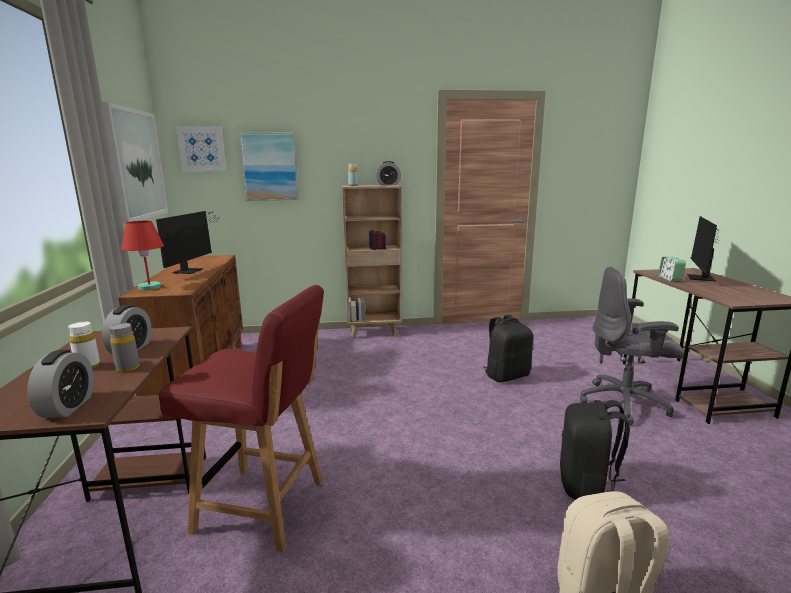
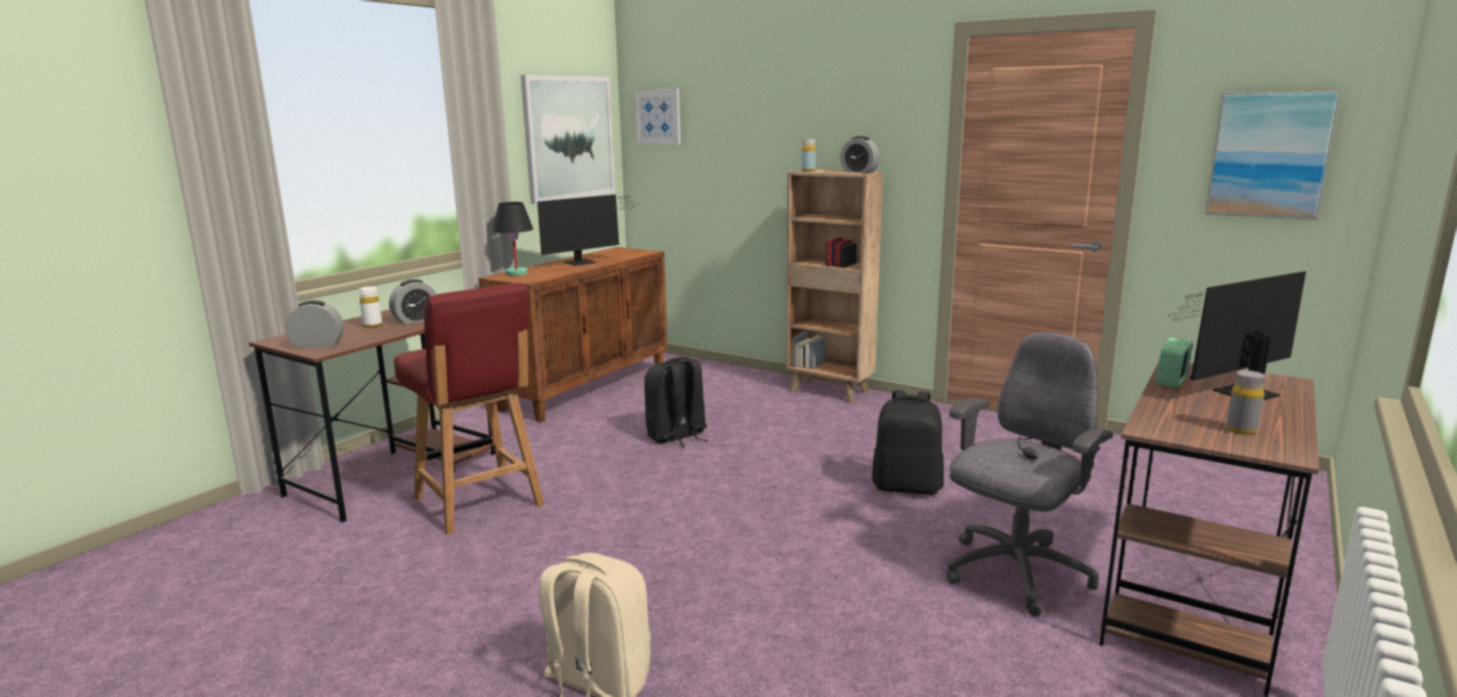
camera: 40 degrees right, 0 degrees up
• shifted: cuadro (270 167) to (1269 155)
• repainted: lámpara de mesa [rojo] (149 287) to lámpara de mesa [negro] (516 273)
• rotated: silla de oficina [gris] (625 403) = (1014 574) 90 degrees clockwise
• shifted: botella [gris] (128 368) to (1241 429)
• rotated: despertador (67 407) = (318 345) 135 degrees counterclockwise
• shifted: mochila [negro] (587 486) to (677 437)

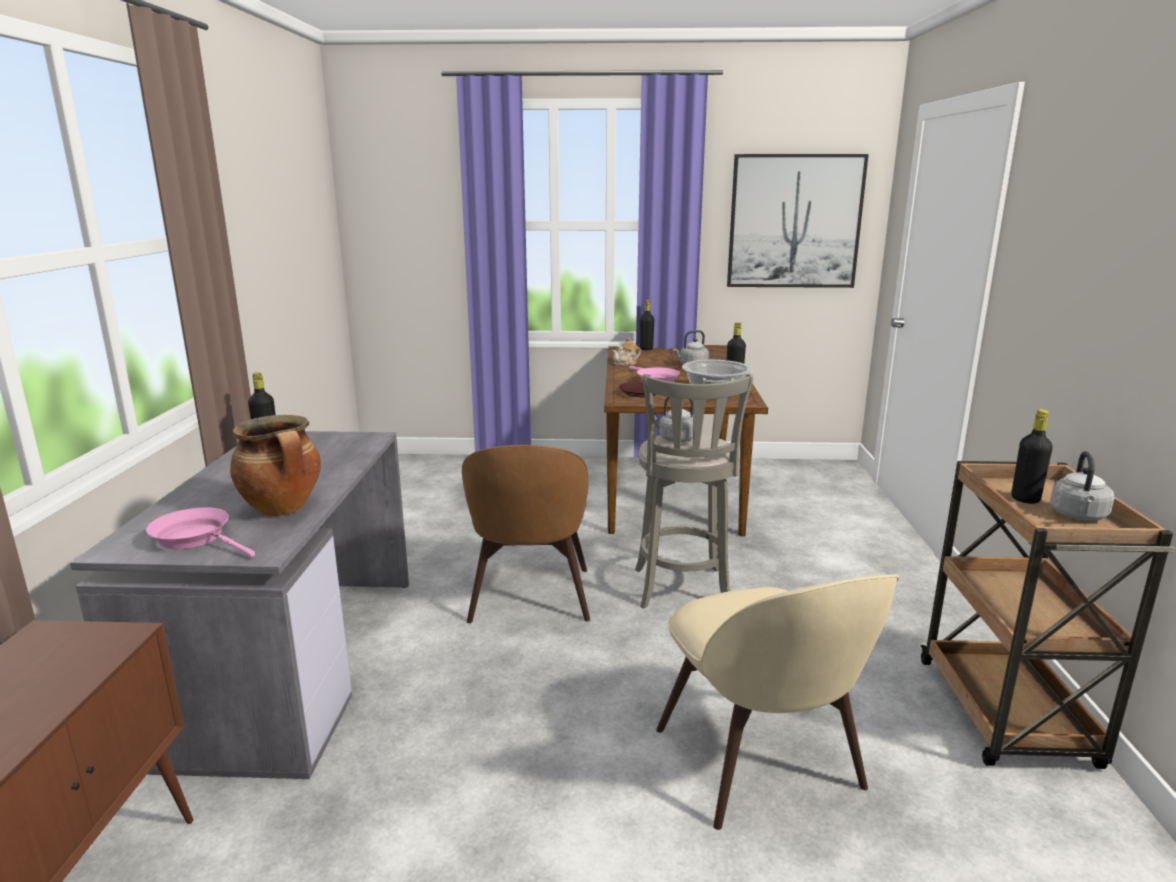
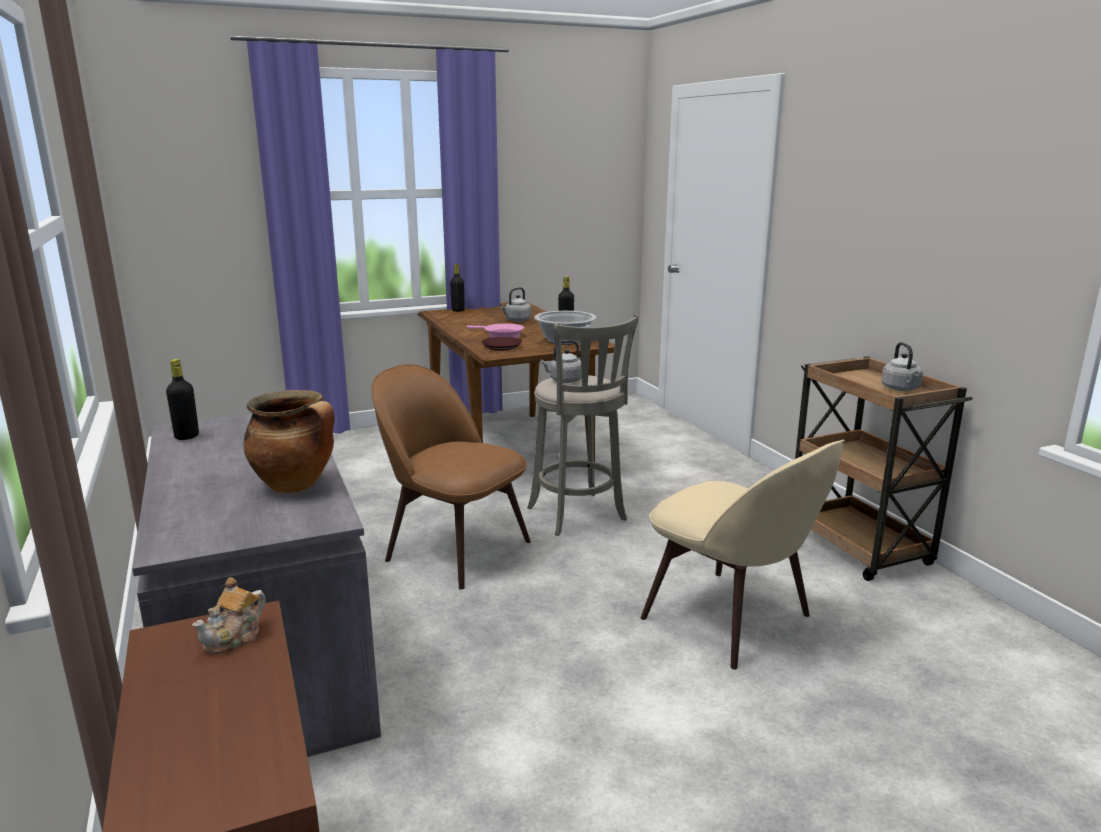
camera: 25 degrees left, 0 degrees up
• gone: cuadro (794 222)
• shifted: tetera (626 363) to (234 638)
• gone: botella [negro] (1025 499)
• rotated: silla [marrón] (530 598) = (454 549) 150 degrees clockwise
• gone: sartén [rosa] (196 538)

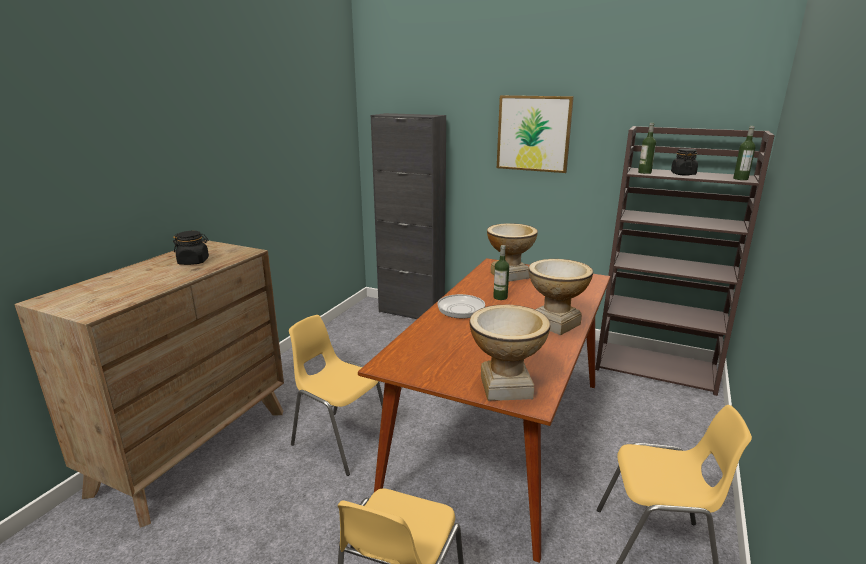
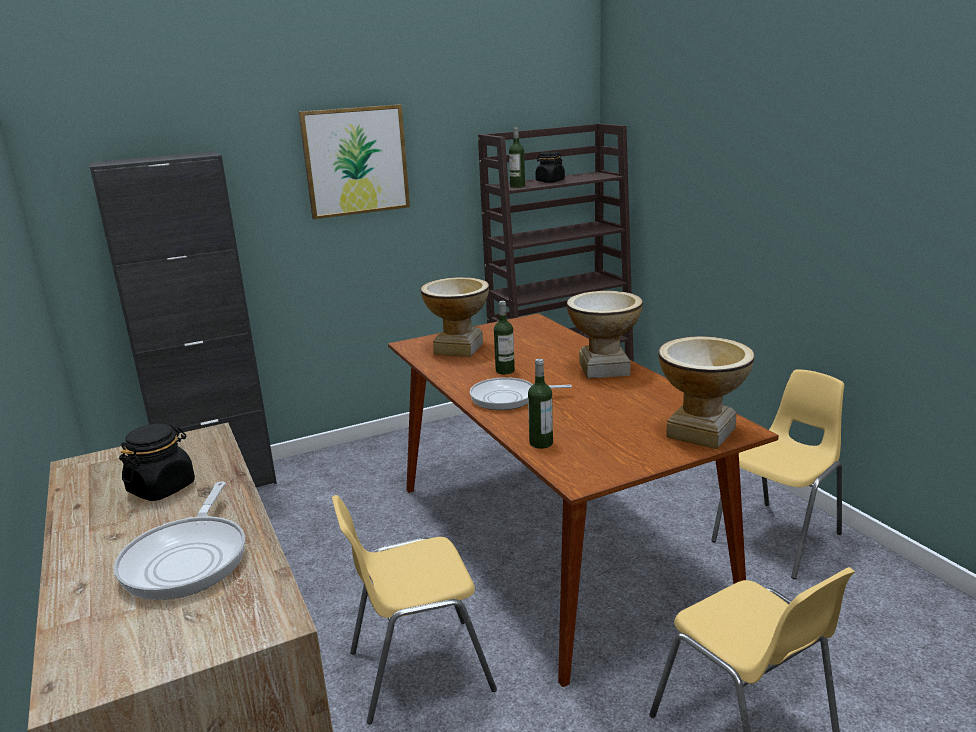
camera: 50 degrees left, 0 degrees up
• shifted: botella (740 179) to (541 443)
• new: sartén (188 559)

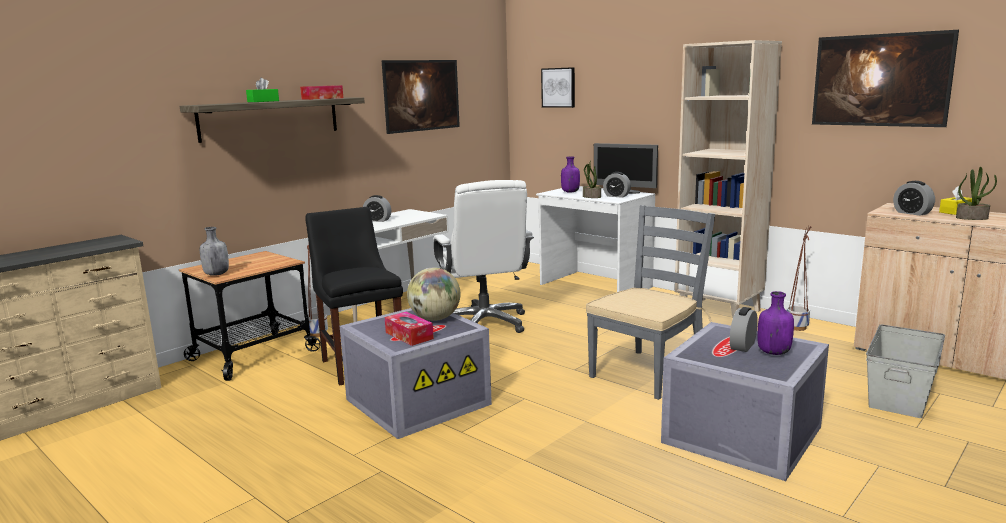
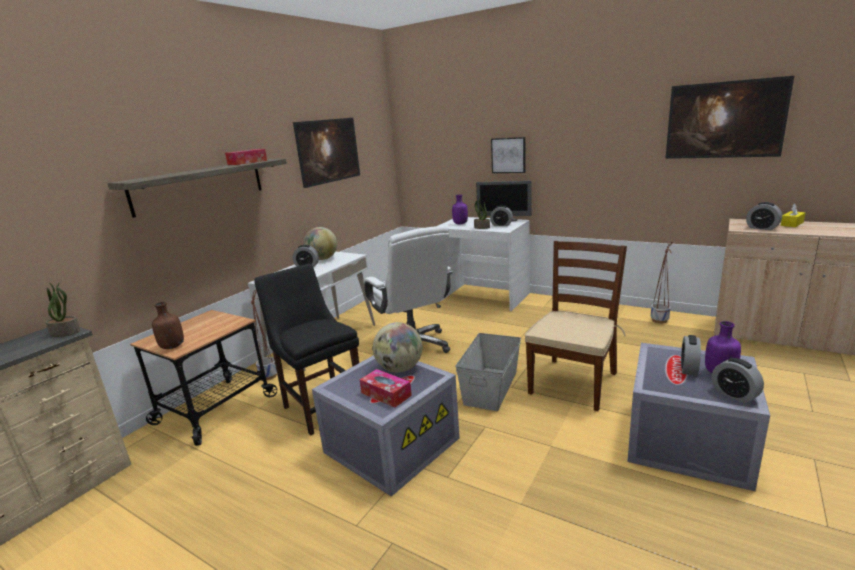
camera: 10 degrees left, 5 degrees up
• gone: estantería [beis] (719 311)
• shifted: cuadro (558 87) to (508 155)
• gone: caja de pañuelos [verde] (263 101)
• shifted: planta en maceta (972 218) to (66 332)
• repainted: silla [gris] (647 373) to silla [marrón] (573 382)
• repainted: botella [gris] (216 274) to botella [marrón] (172 346)
• shifted: caja de almacenaje [gris] (901 393) to (491 387)
• new: globo terráqueo (322 259)
• new: despertador (734 394)

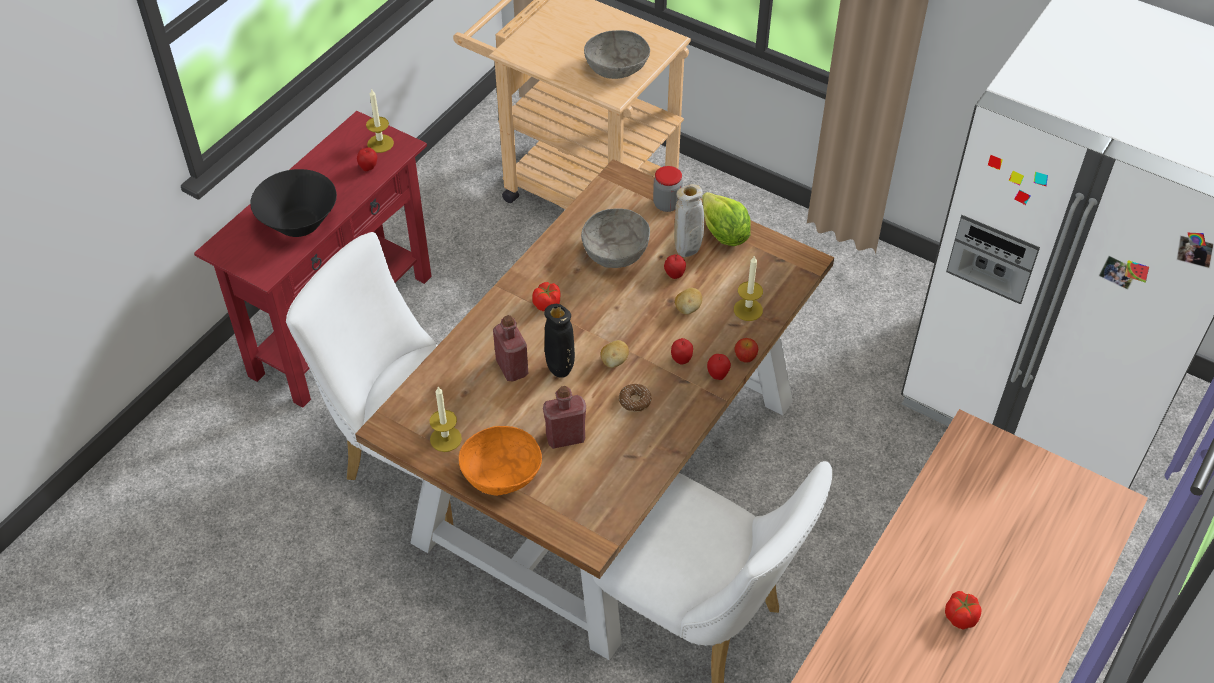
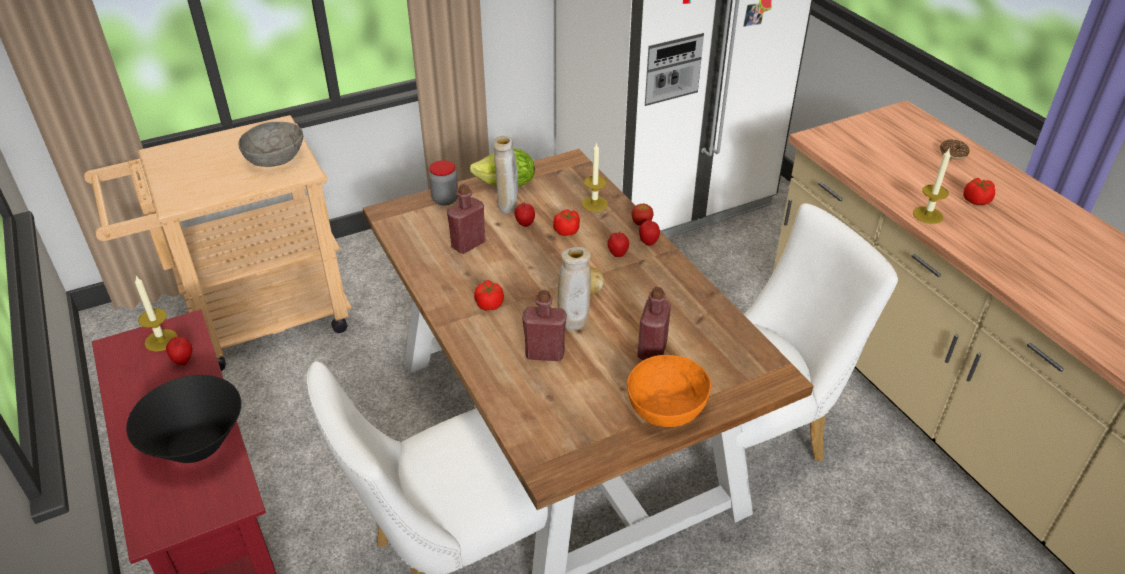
camera: 60 degrees left, 10 degrees down
• swapped: cuenco [gris] (615 252) to botella [rojo] (468 244)
• swapped: patata (688 309) to tomate (567 231)
• repainted: florero [negro] (560 370) to florero [beis] (573 325)
• shifted: rosquilla (635 401) to (953 153)
• shifted: vela (445 439) to (928 215)

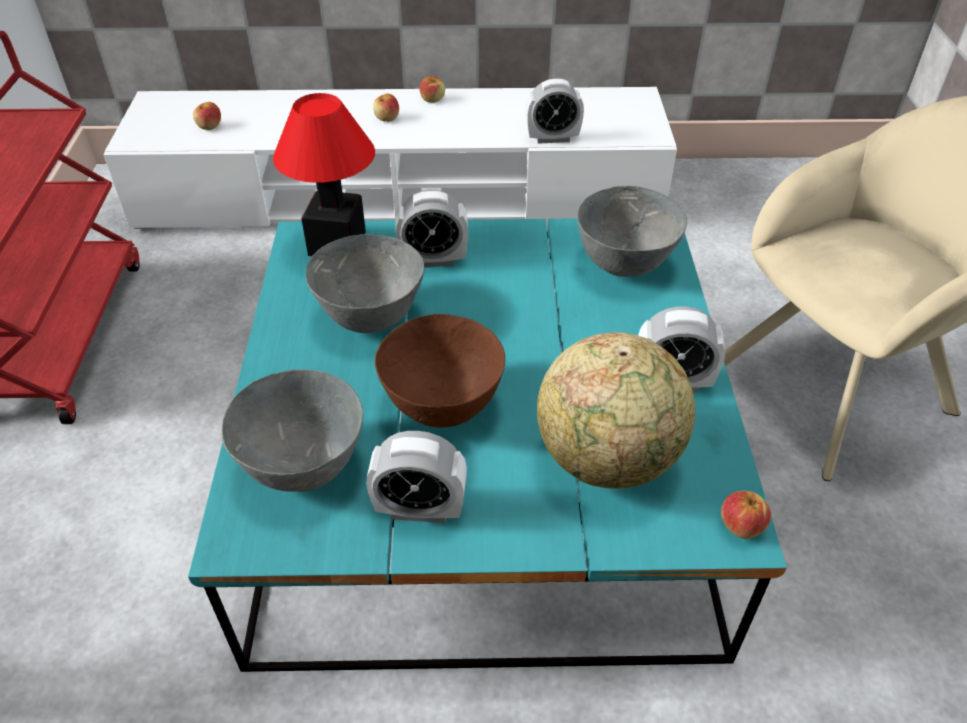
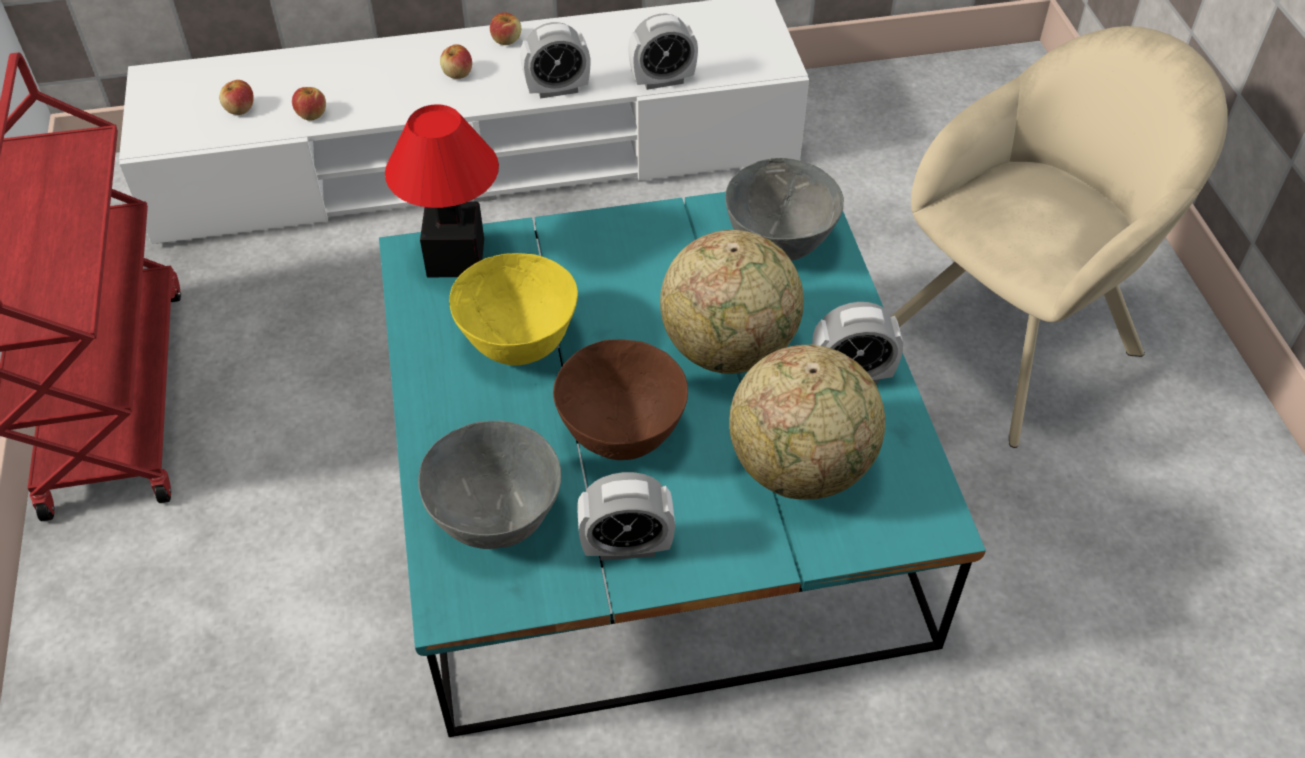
camera: 10 degrees left, 5 degrees up
• shifted: despertador (433 260) to (557 89)
• repainted: cuenco [gris] (370 318) to cuenco [amarillo] (518 344)
• shifted: manzana (741 525) to (311 114)
• new: globo terráqueo (729 349)

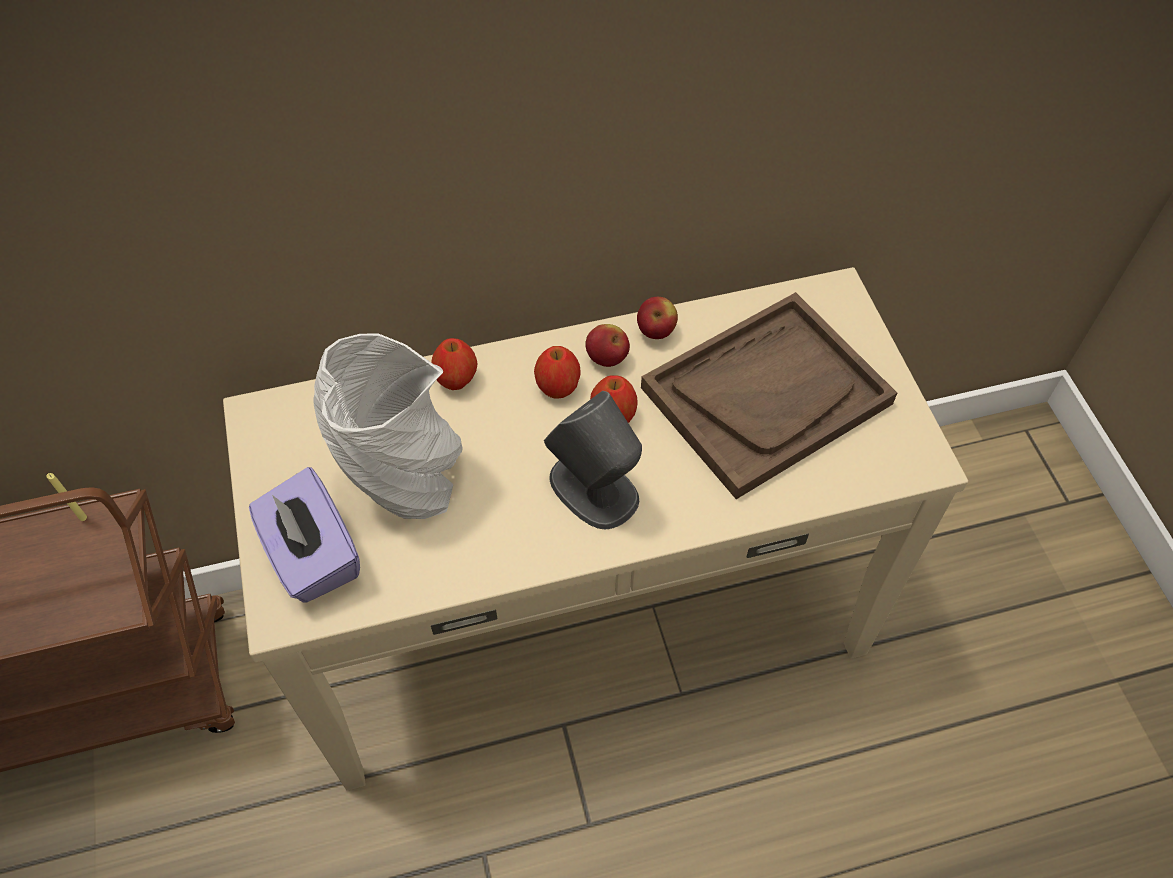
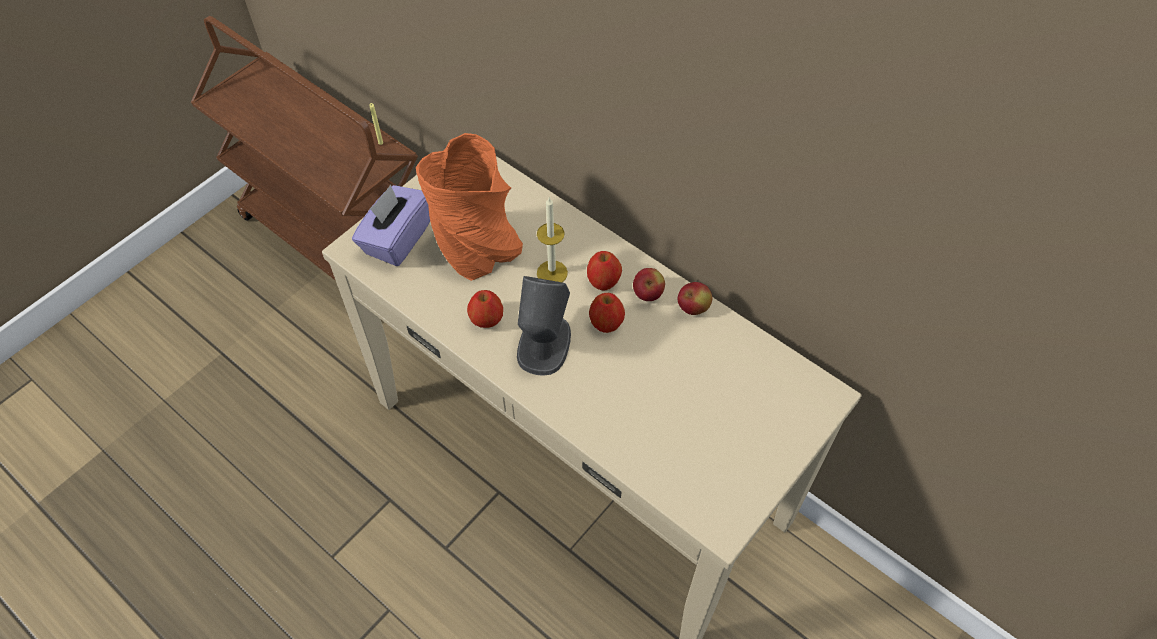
camera: 55 degrees right, 0 degrees up
• gone: bandeja [marrón] (766 395)
• repainted: florero [gris] (406 480) to florero [naranja] (477 249)
• shifted: manzana (456 380) to (486 320)
• new: vela (552 273)

